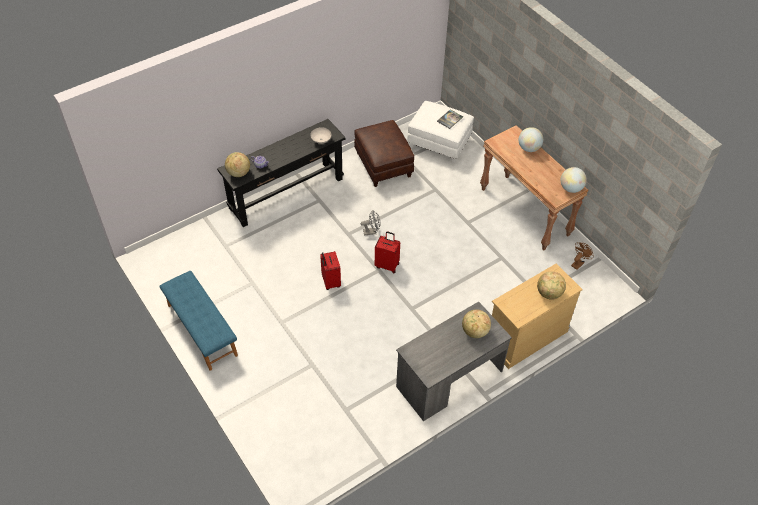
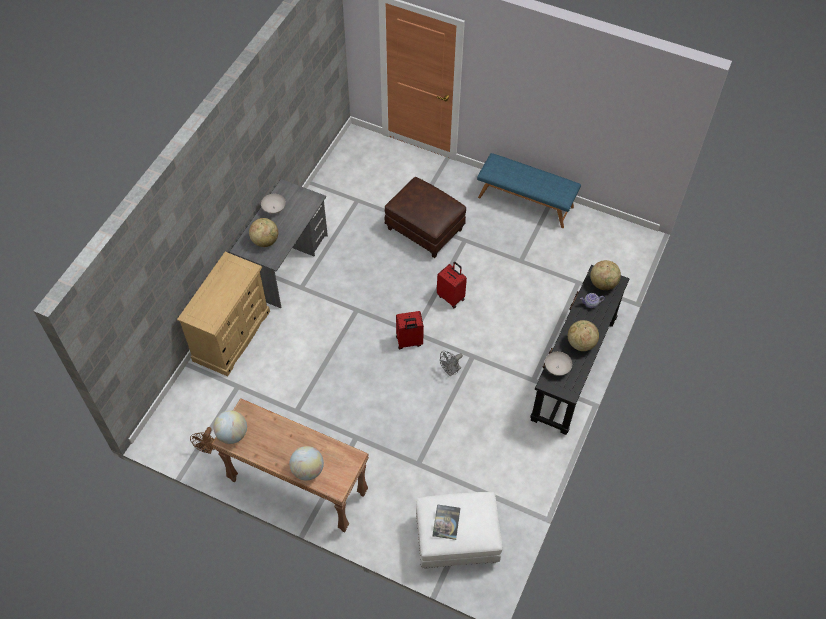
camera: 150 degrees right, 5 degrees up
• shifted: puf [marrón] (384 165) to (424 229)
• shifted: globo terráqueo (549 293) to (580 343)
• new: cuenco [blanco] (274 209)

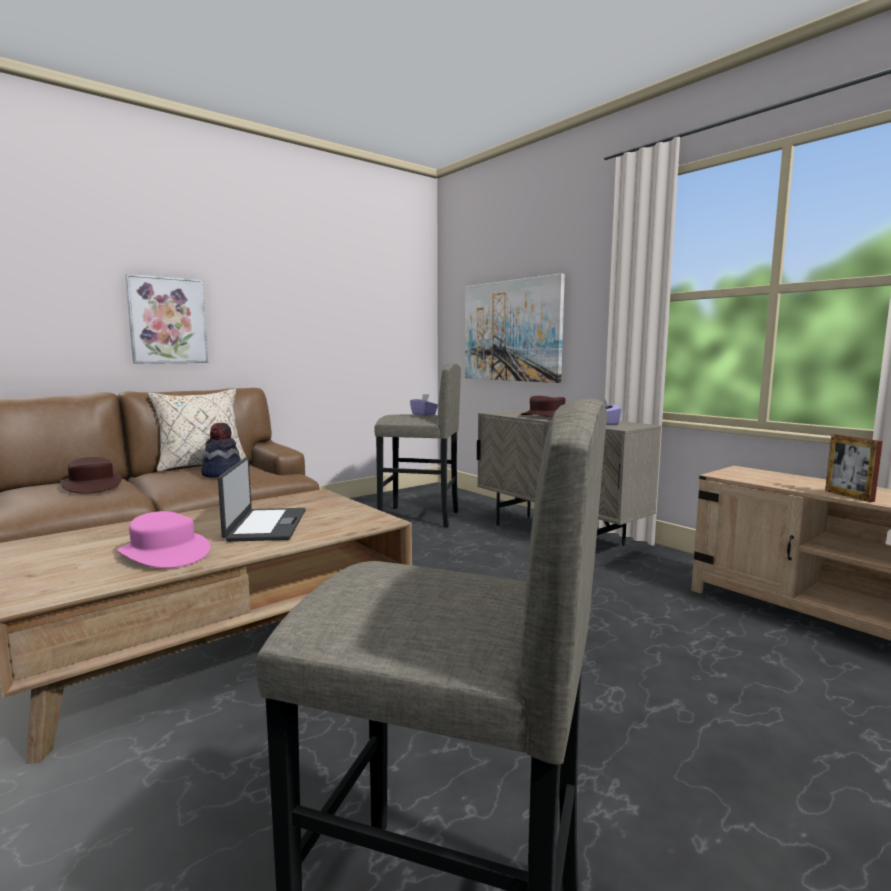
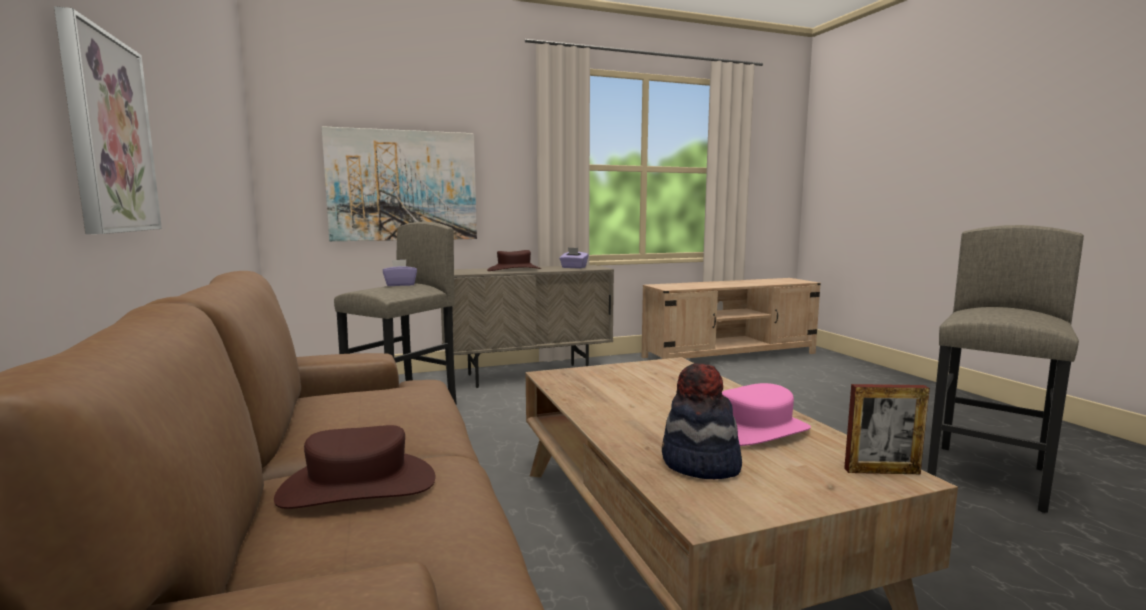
camera: 70 degrees left, 0 degrees up
• gone: cojín [beis] (201 465)
• shifted: sombrero (222 473) to (700 464)
• shifted: portarretratos (849 496) to (882 471)
• gone: portátil (265 525)

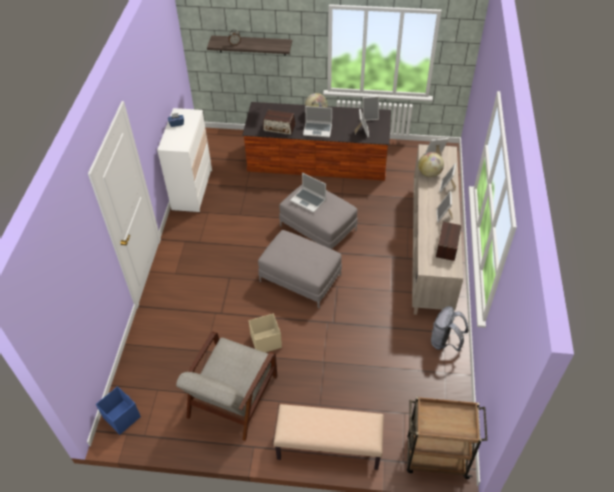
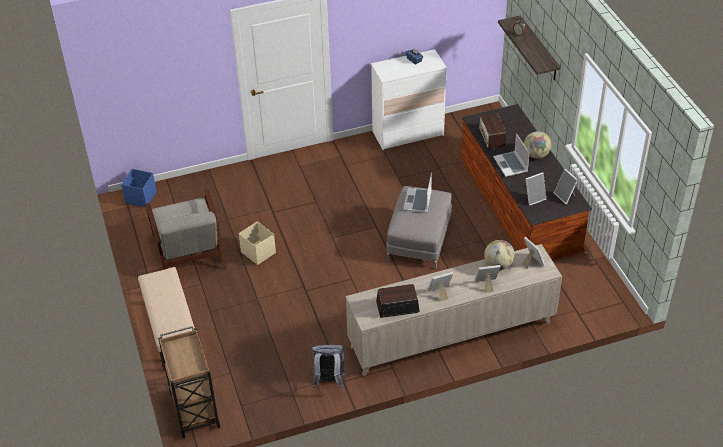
camera: 65 degrees right, 5 degrees down
• gone: puf [gris] (300 278)
• rotated: sillón [gris] (232 398) = (189 253) 105 degrees counterclockwise

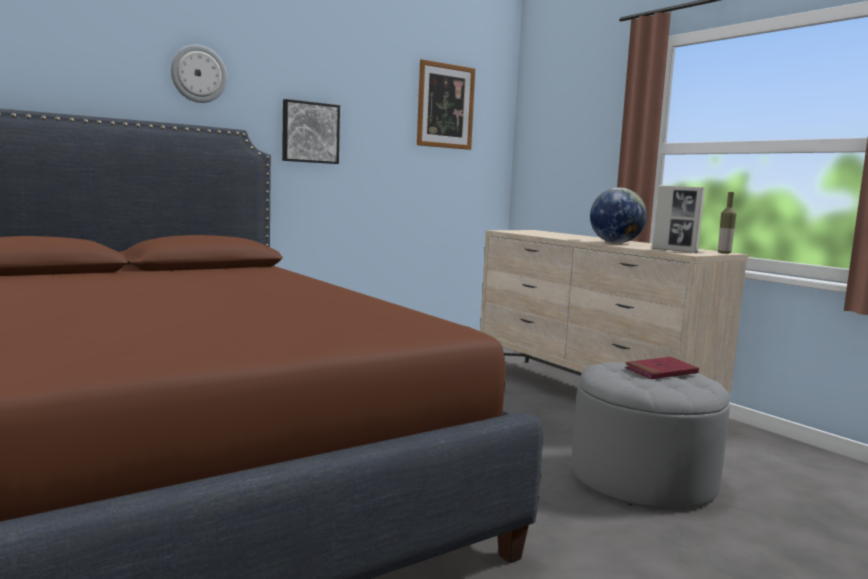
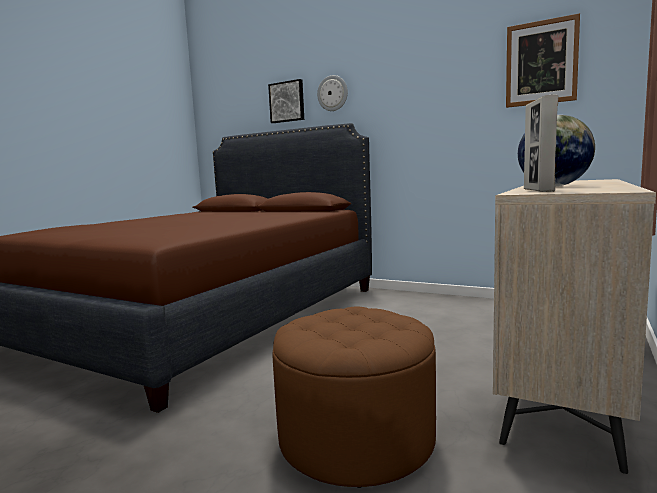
camera: 65 degrees right, 0 degrees up
• shifted: cuadro (310 132) to (287 102)
• gone: botella (724 253)
• gone: libro [rojo] (661 372)
• repainted: puf [gris] (643 479) to puf [marrón] (356 438)

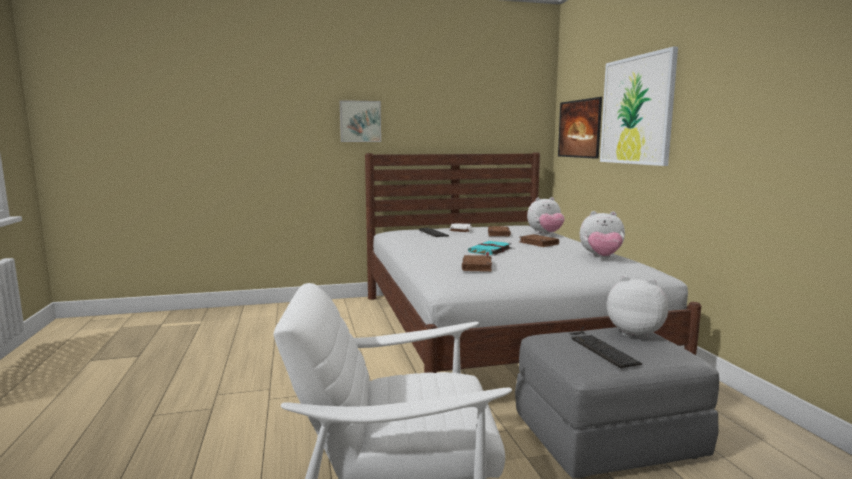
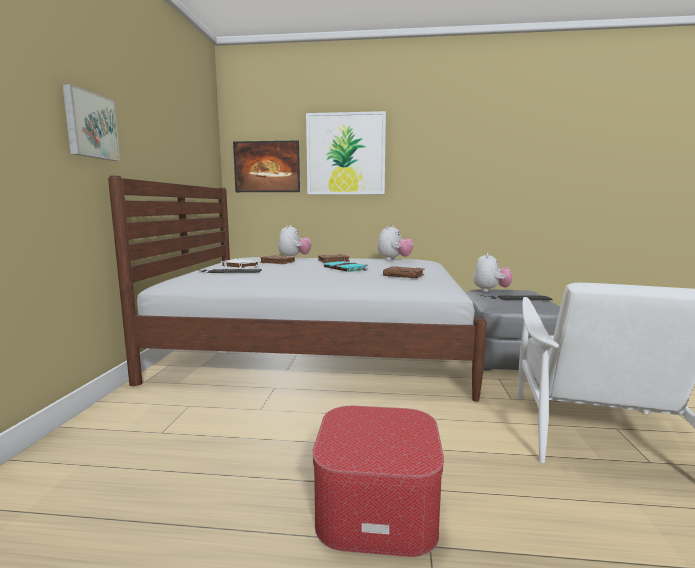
camera: 70 degrees left, 0 degrees up
• rotated: peluche (635 333) = (490 290) 150 degrees clockwise
• new: puf (377 506)

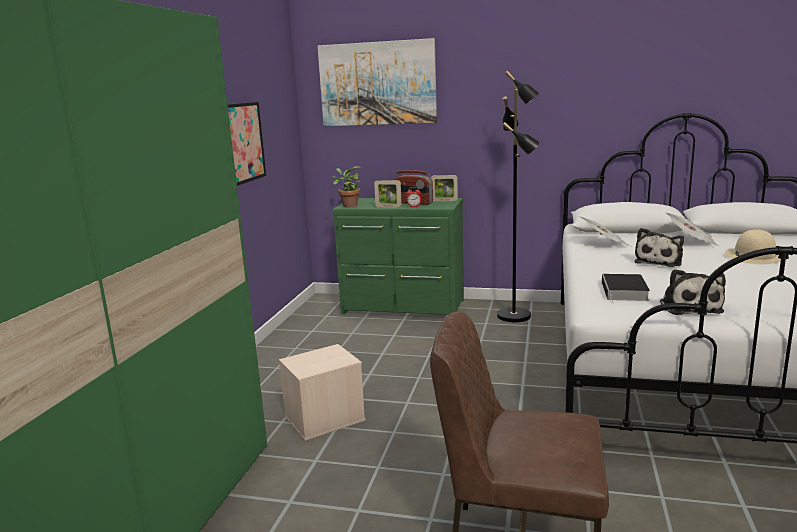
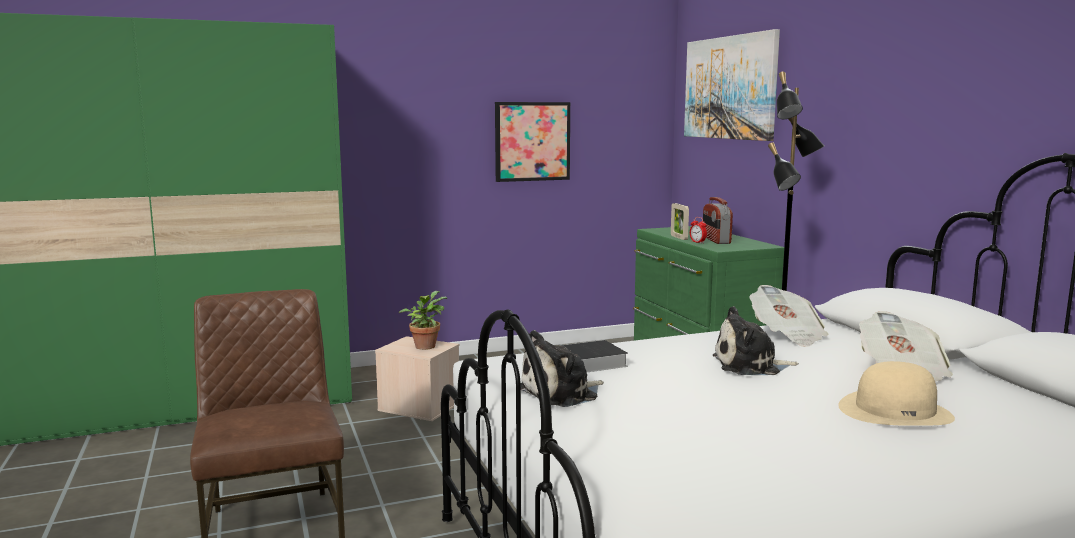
camera: 55 degrees right, 5 degrees down
• shifted: planta en maceta (348 206) to (425 346)
• gone: portarretratos (444 201)

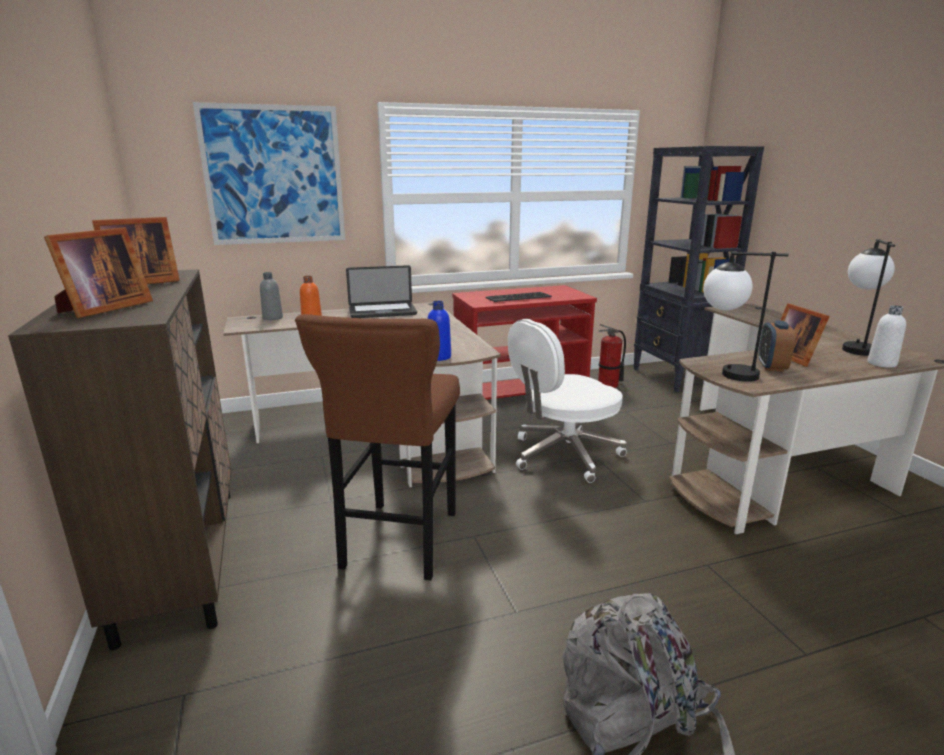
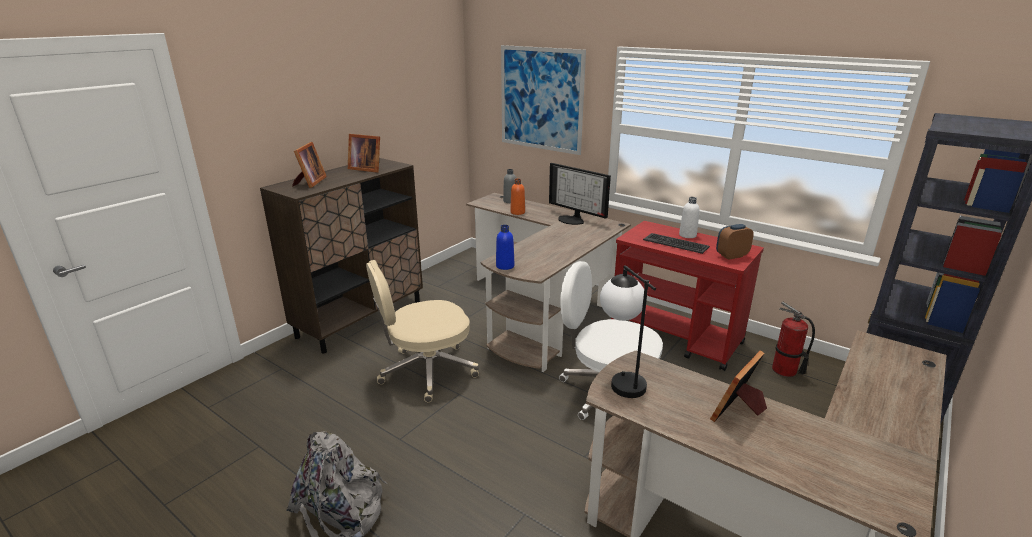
camera: 55 degrees right, 5 degrees up
• rotated: portarretratos (102 309) = (309 182) 75 degrees counterclockwise
• gone: lámpara de mesa (855 347)
• swapped: portátil (382 312) to monitor (573 219)
• shifted: botella [blanco] (881 363) to (687 235)
• swapped: taburete [marrón] (398 544) to silla de oficina [beis] (426 371)
• shifted: despertador (771 367) to (731 256)

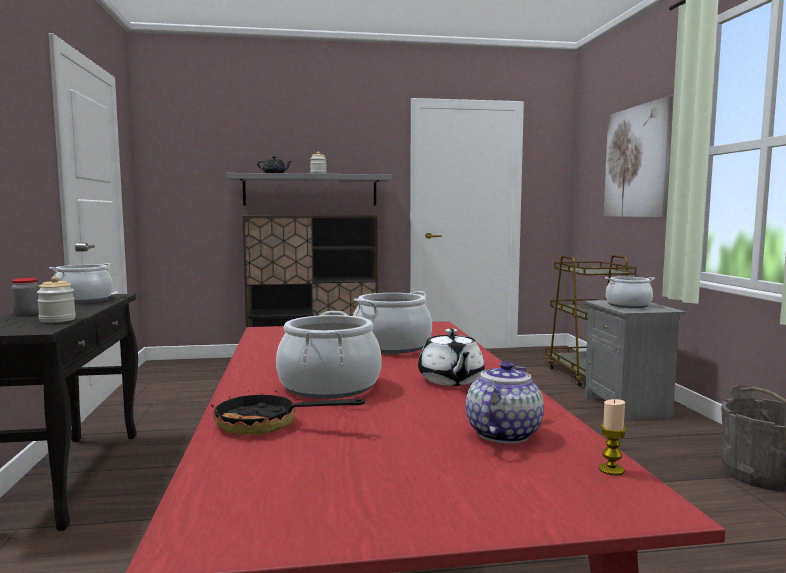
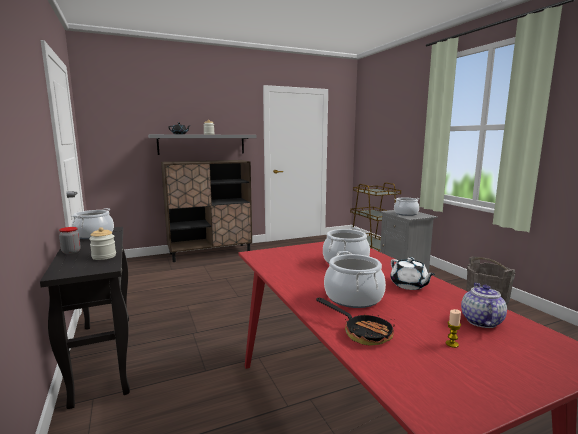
camera: 15 degrees left, 5 degrees up
• gone: cuadro (636 162)
• rotated: sartén (268 425) = (361 332) 135 degrees counterclockwise
• shifted: vela (611 470) to (452 344)

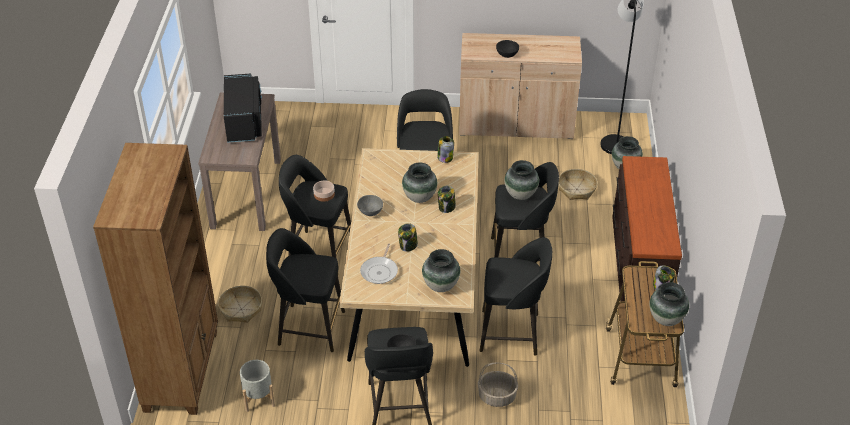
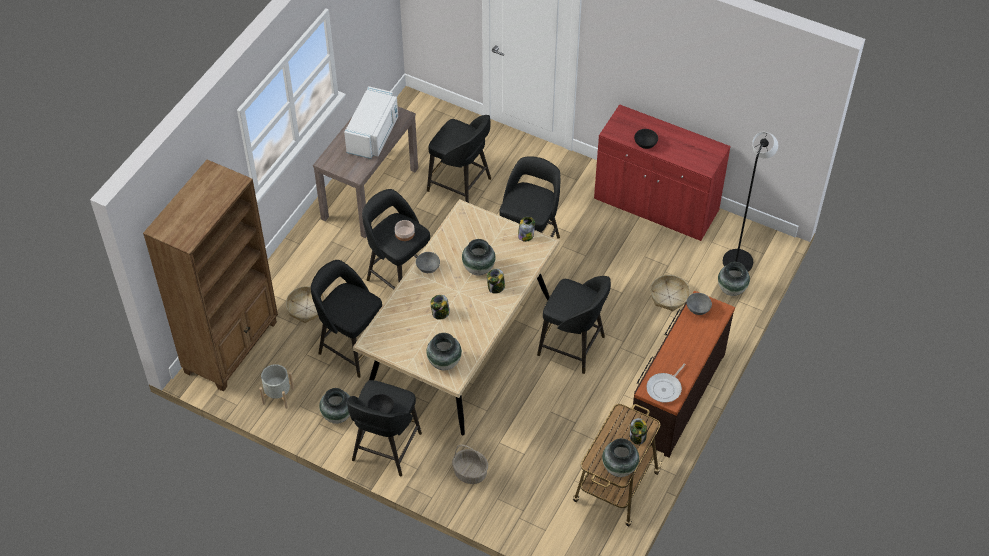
camera: 25 degrees right, 10 degrees up
• repainted: armario [beis] (516 124) to armario [rojo] (656 205)
• repainted: microondas [negro] (245 122) to microondas [blanco] (374 135)
• shifted: florero (520 194) to (338 415)
• shifted: taburete [negro] (512 333) to (461 185)
• shifted: sartén (380 271) to (665 388)
• new: cuenco [gris] (697 309)

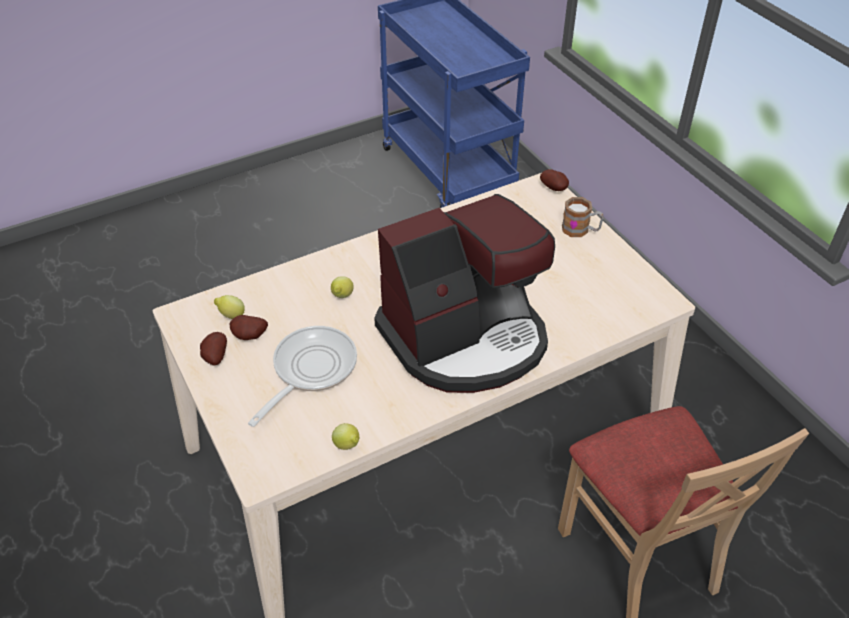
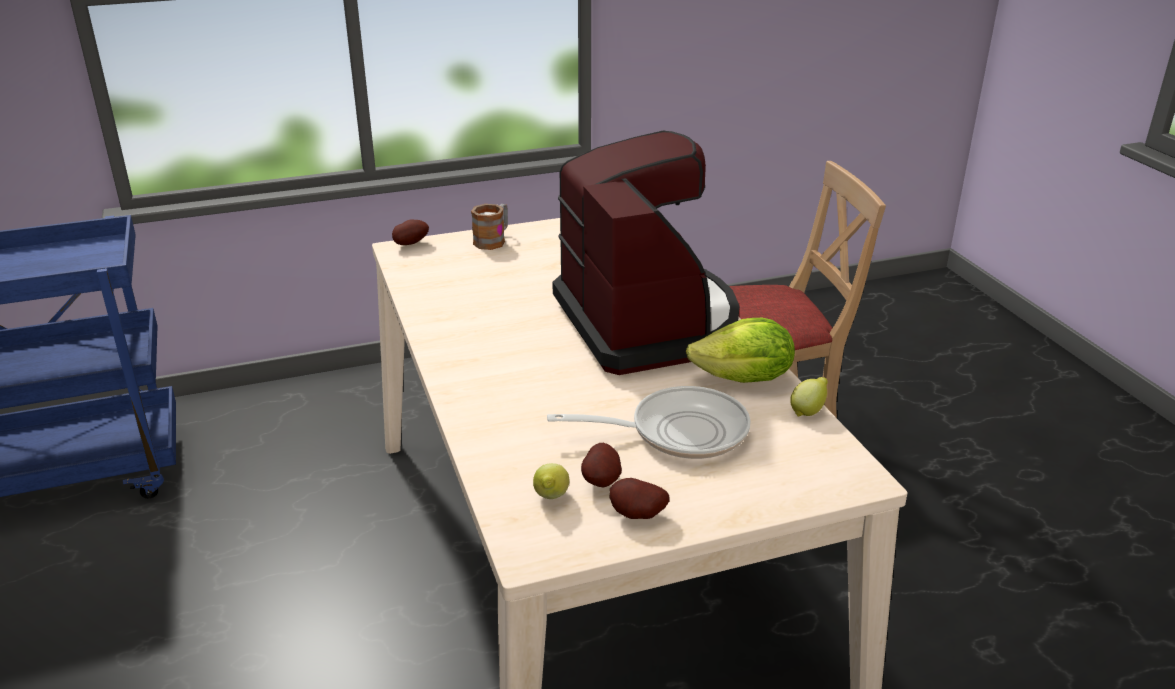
camera: 80 degrees left, 15 degrees down
• gone: limón (342 297)
• rotated: sartén (310 370) = (678 431) 135 degrees clockwise
• new: lechuga (744 380)

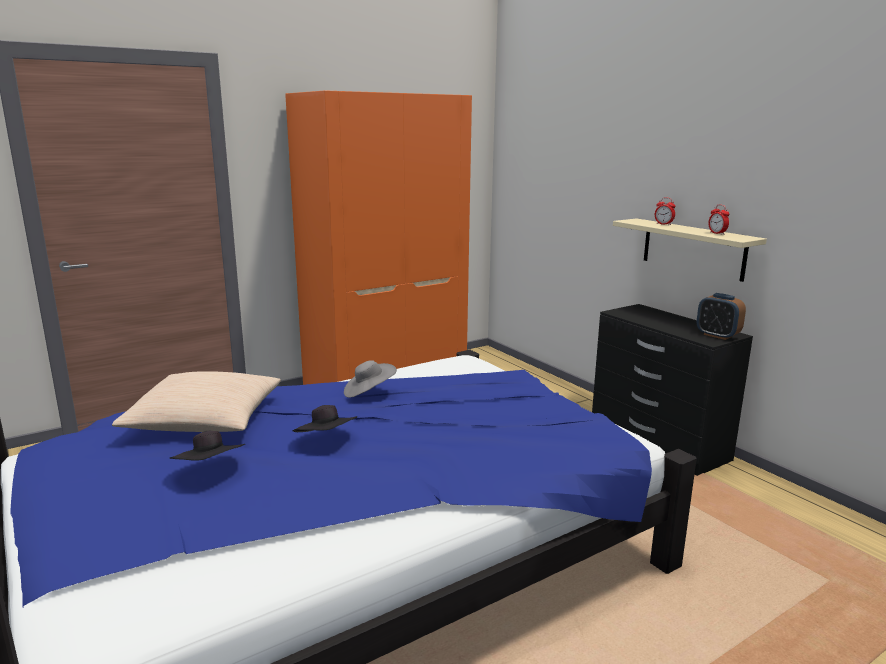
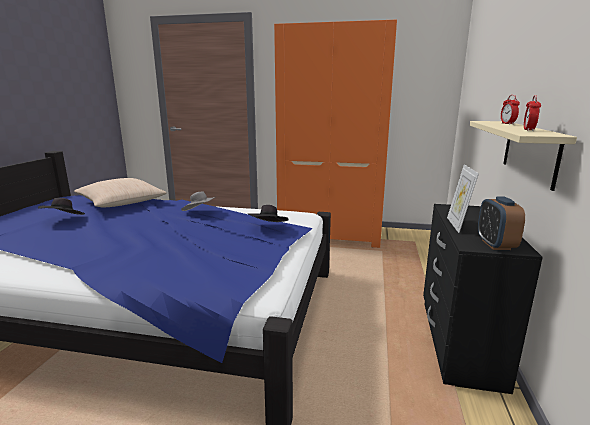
camera: 45 degrees right, 0 degrees up
• shifted: sombrero [negro] (327 440) to (268 227)
• new: portarretratos (457 225)

